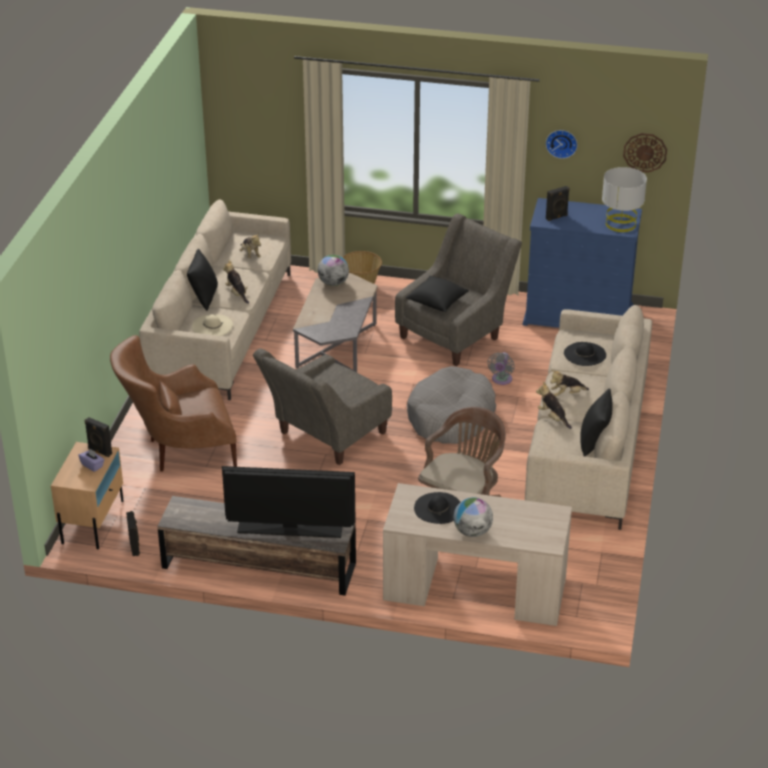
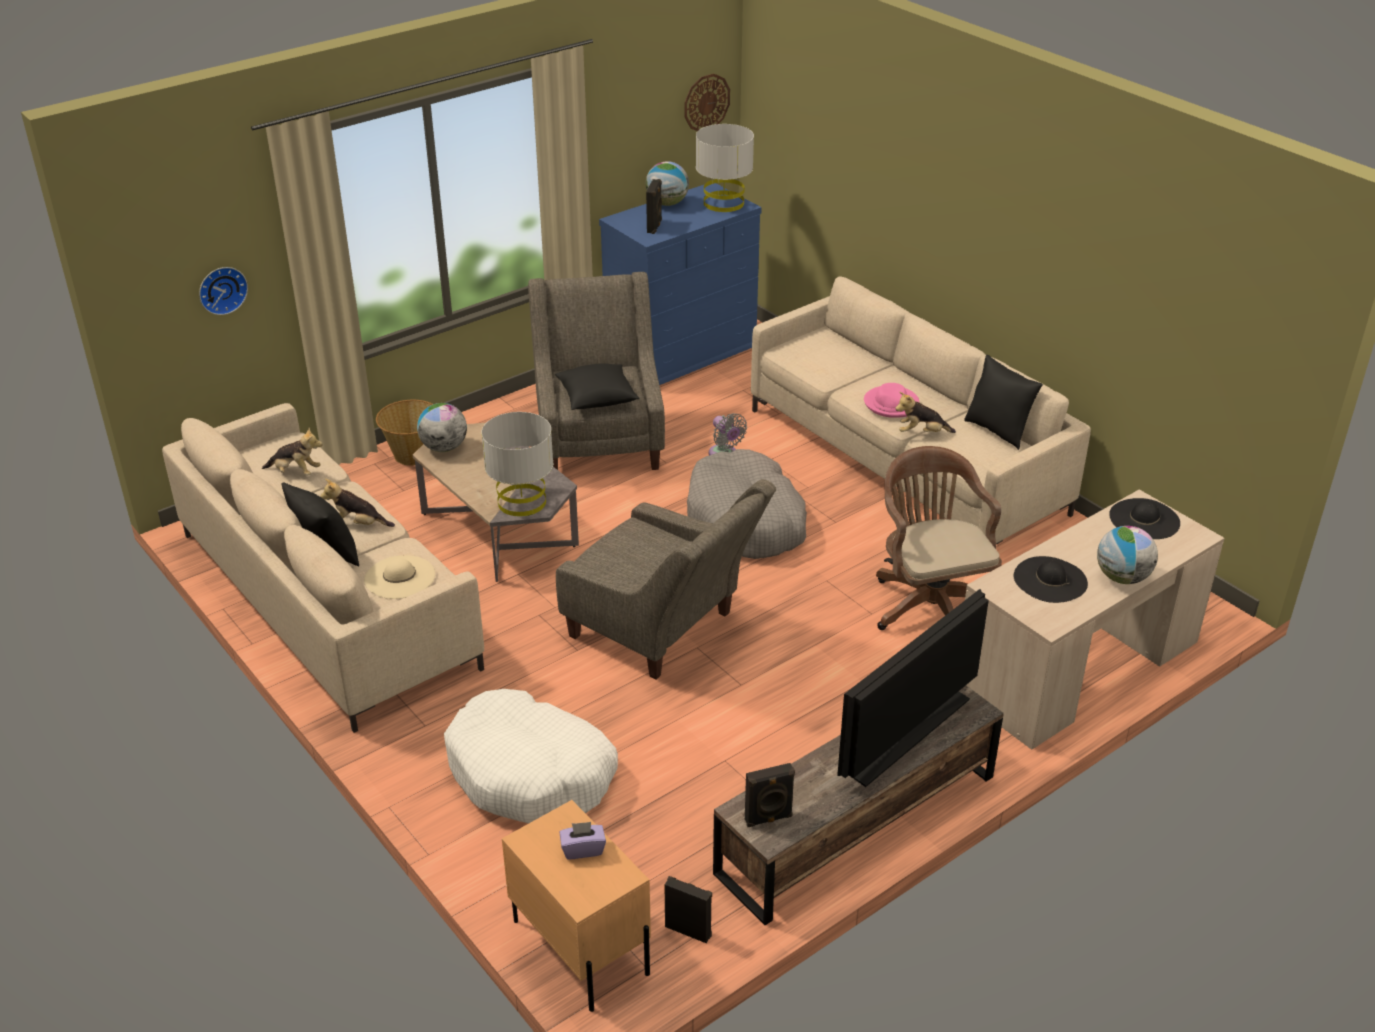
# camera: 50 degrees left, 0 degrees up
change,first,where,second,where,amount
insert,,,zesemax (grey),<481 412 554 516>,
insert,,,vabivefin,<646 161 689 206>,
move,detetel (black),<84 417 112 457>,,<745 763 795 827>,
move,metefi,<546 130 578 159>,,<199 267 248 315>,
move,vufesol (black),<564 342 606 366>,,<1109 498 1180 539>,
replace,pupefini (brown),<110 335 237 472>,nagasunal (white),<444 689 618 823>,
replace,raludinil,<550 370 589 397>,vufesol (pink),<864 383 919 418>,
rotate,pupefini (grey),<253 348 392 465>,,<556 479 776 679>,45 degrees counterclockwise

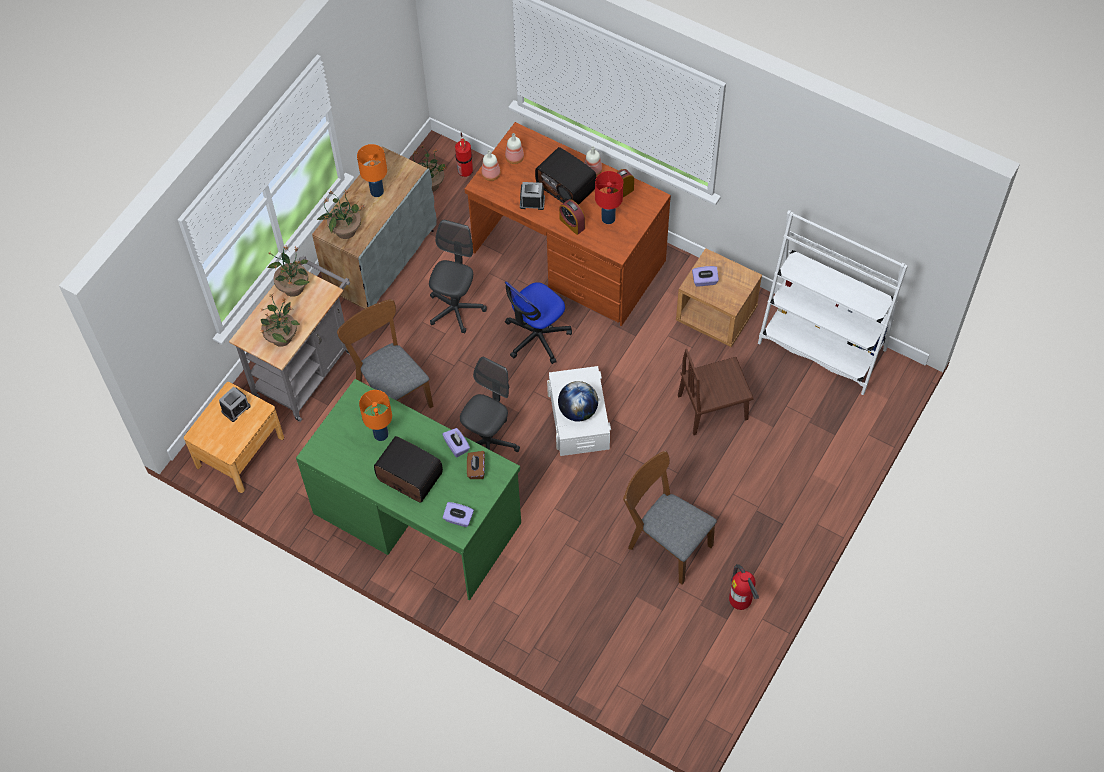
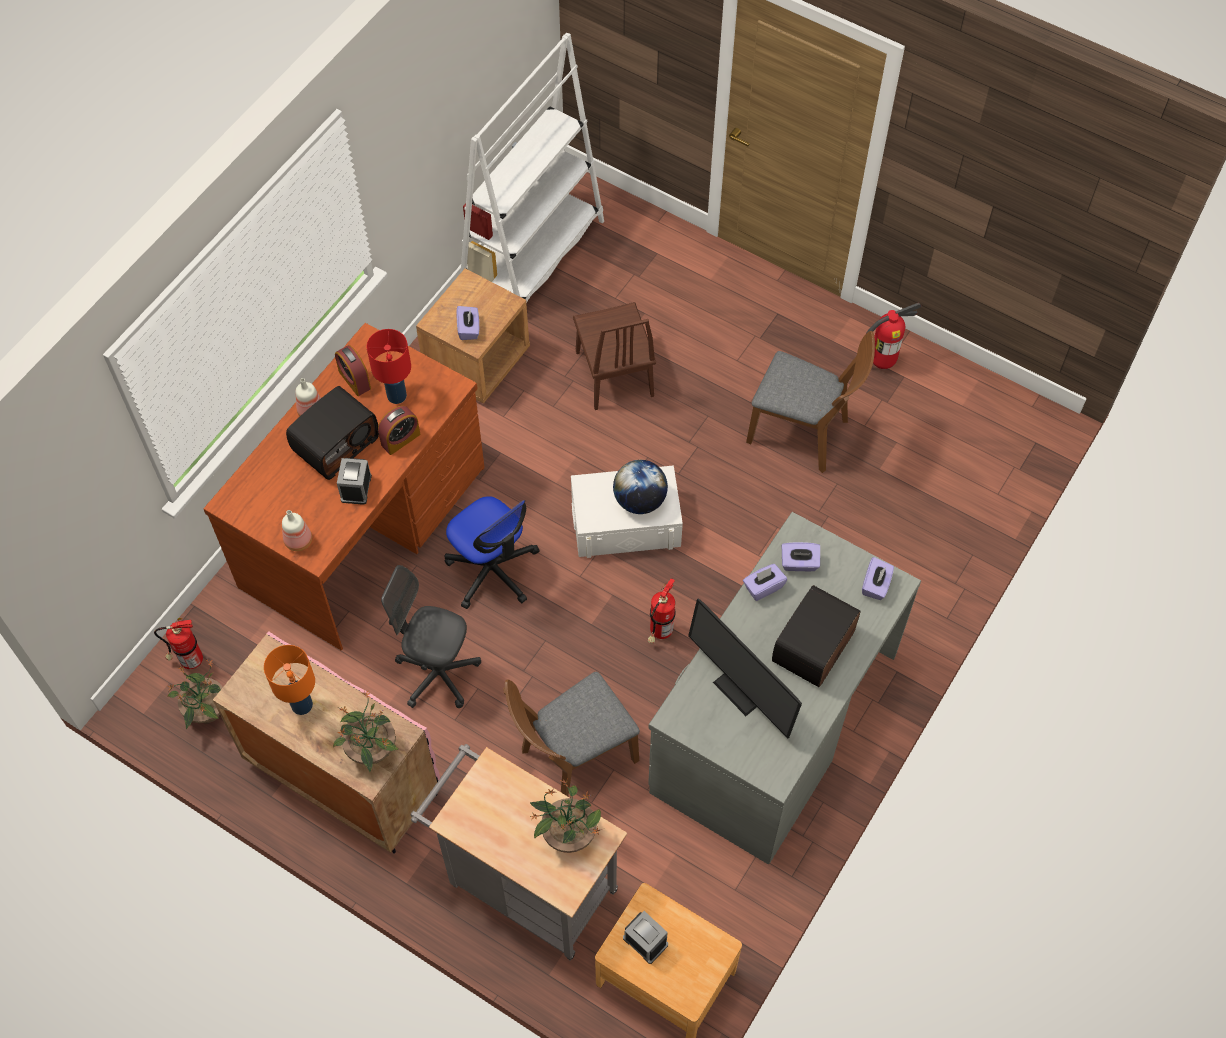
# camera: 90 degrees left, 0 degrees up
change,first,where,second,where,amount
delete,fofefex,<268 246 310 297>,,,
delete,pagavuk,<505 133 524 164>,,,
replace,zesemax (orange),<359 390 392 441>,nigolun,<688 598 802 738>,
replace,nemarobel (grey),<460 357 520 452>,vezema,<648 578 676 644>,
recolor,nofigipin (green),<296 379 521 600>,nofigipin (grey),<648 512 921 864>,
recolor,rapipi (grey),<312 146 437 309>,rapipi (pink),<213 631 440 853>,
recolor,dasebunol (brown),<467 451 485 479>,dasebunol (purple),<782 542 820 571>,
rotate,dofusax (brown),<623 451 717 584>,,<746 331 875 473>,105 degrees counterclockwise

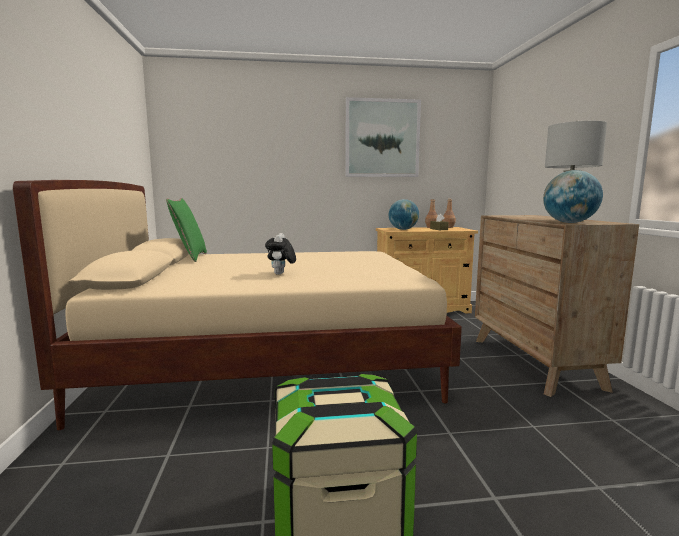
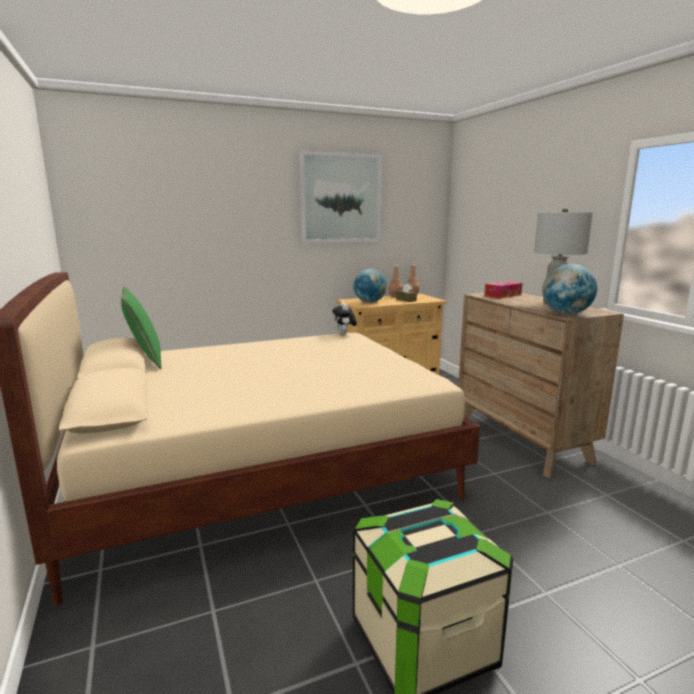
# camera: 15 degrees left, 5 degrees up
change,first,where,second,where,amount
insert,,,dasebunol,<484 281 523 298>,
move,raludinil,<265 233 296 275>,,<332 302 357 335>,

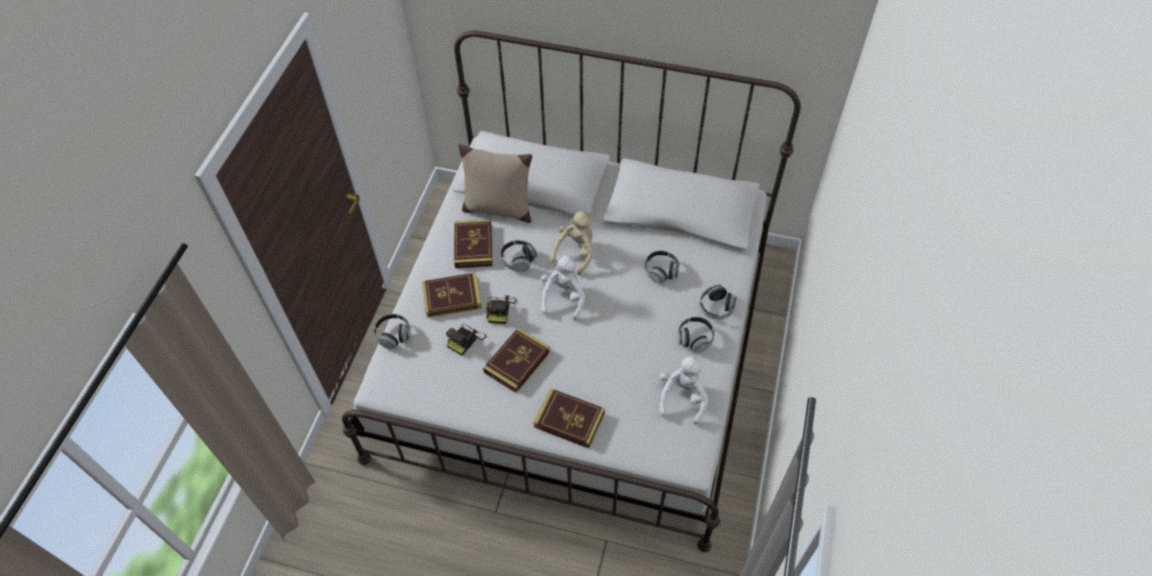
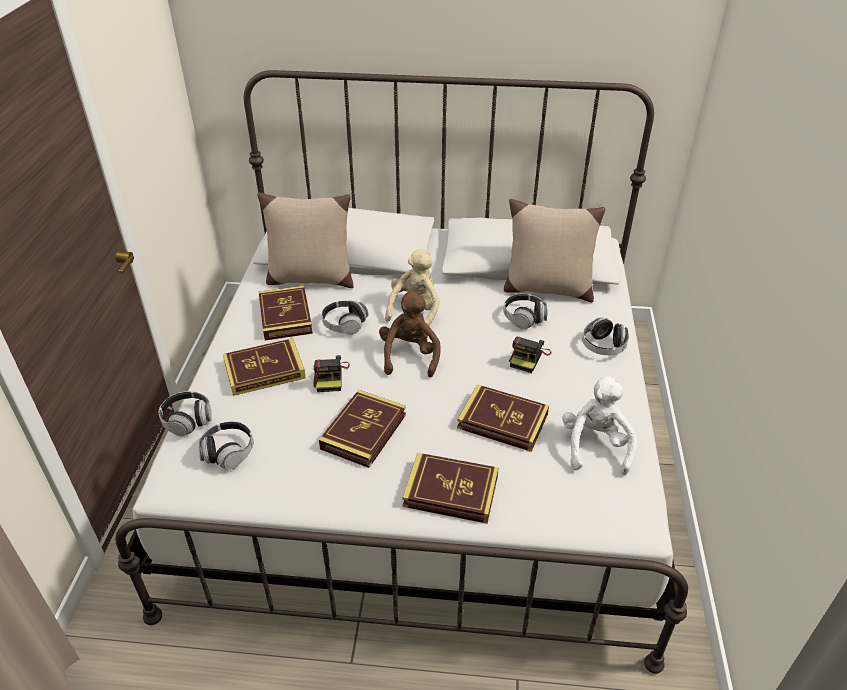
# camera: 10 degrees left, 15 degrees down
change,first,where,second,where,amount
insert,,,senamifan,<457 384 549 452>,
insert,,,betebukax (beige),<504 199 605 303>,
move,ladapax,<446 324 486 356>,,<509 337 552 373>,
move,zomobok,<678 317 715 353>,,<198 421 253 469>,
recolor,raludinil (white),<541 255 585 320>,raludinil (brown),<379 291 441 377>,

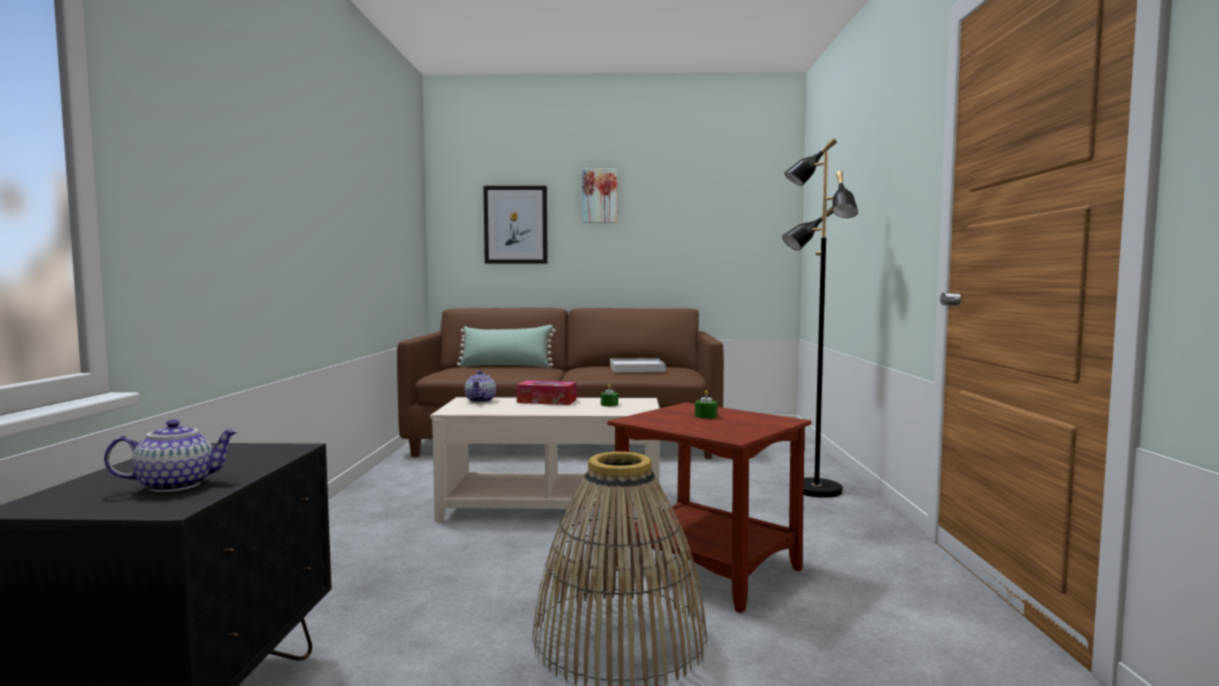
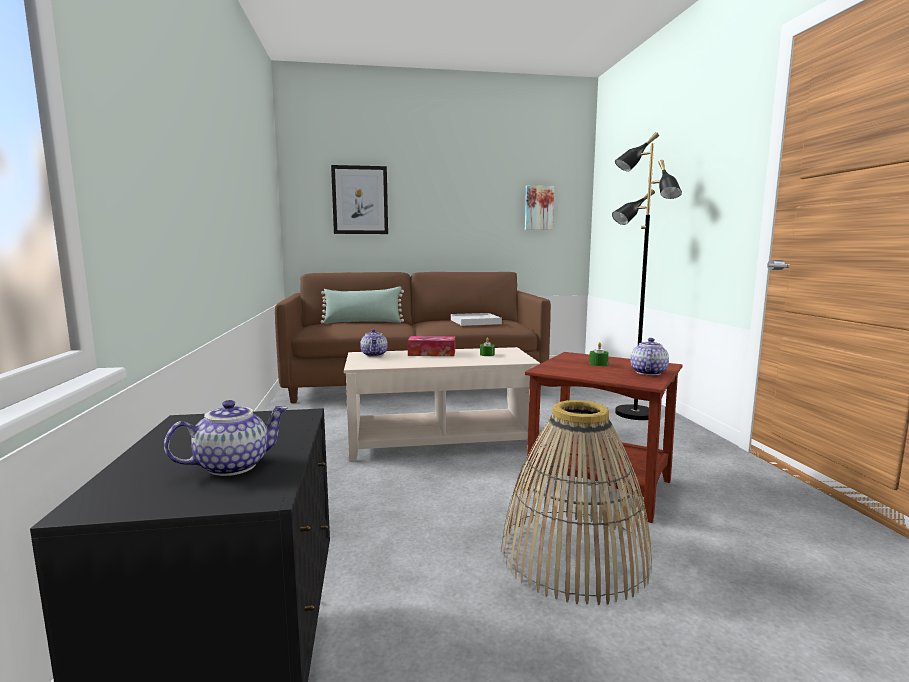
# camera: 10 degrees left, 5 degrees up
change,first,where,second,where,amount
insert,,,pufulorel,<630 338 669 375>,
move,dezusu,<582 169 617 223>,,<525 186 554 230>,

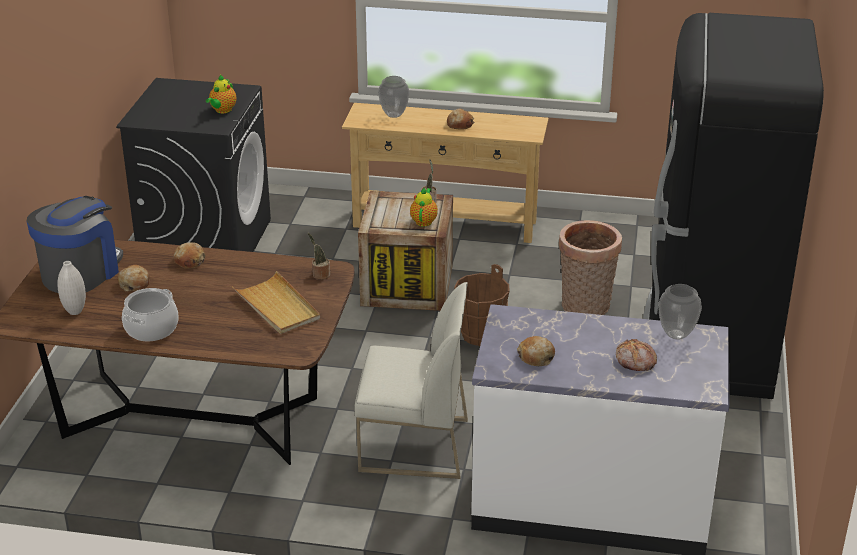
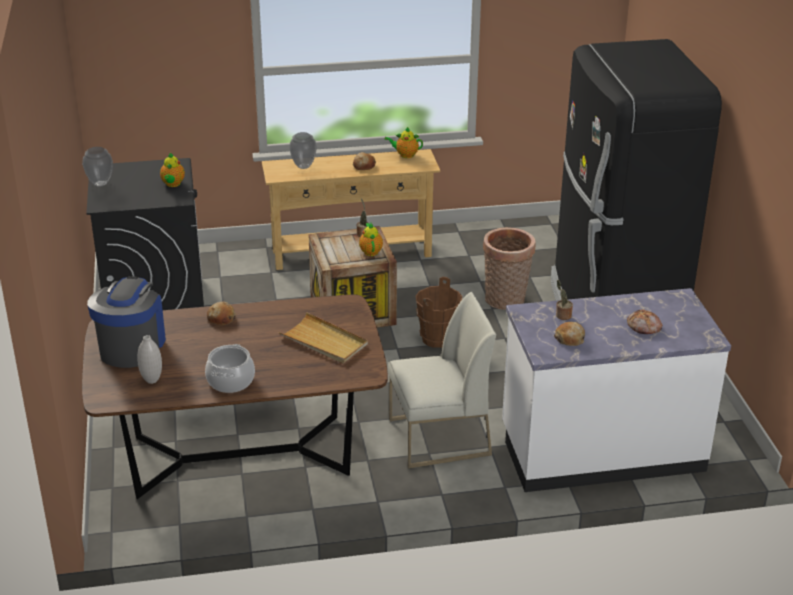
# camera: 20 degrees left, 0 degrees up
change,first,where,second,where,amount
delete,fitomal,<118 265 149 291>,,,
insert,,,pufulorel,<384 127 423 158>,
move,fofefex,<308 233 330 280>,,<556 280 573 320>,
move,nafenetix,<658 284 702 339>,,<82 147 113 187>,

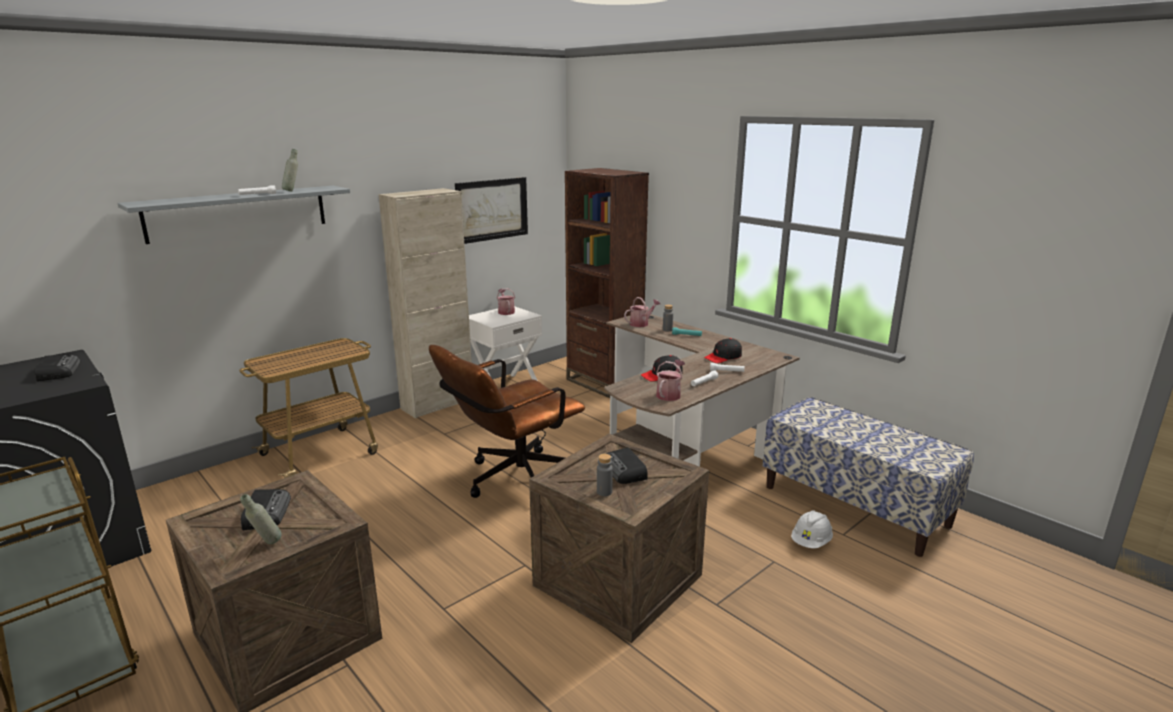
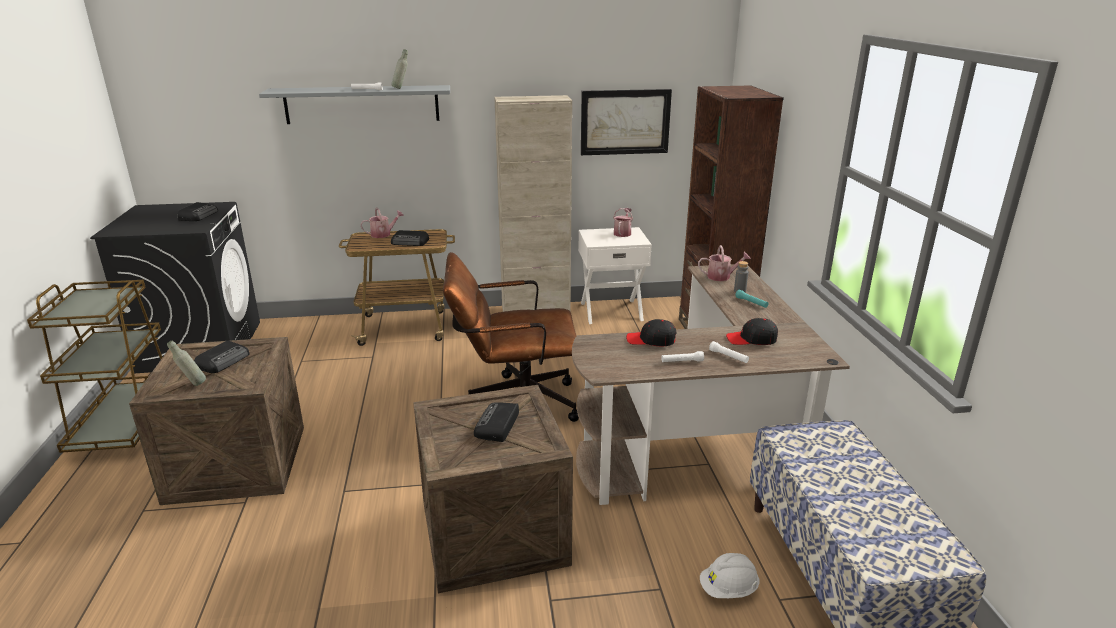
# camera: 35 degrees right, 5 degrees up
change,first,where,second,where,amount
delete,pagavuk (grey),<597 454 613 496>,,,
insert,,,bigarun,<391 230 429 246>,
move,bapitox,<656 360 685 401>,,<360 208 404 238>,

